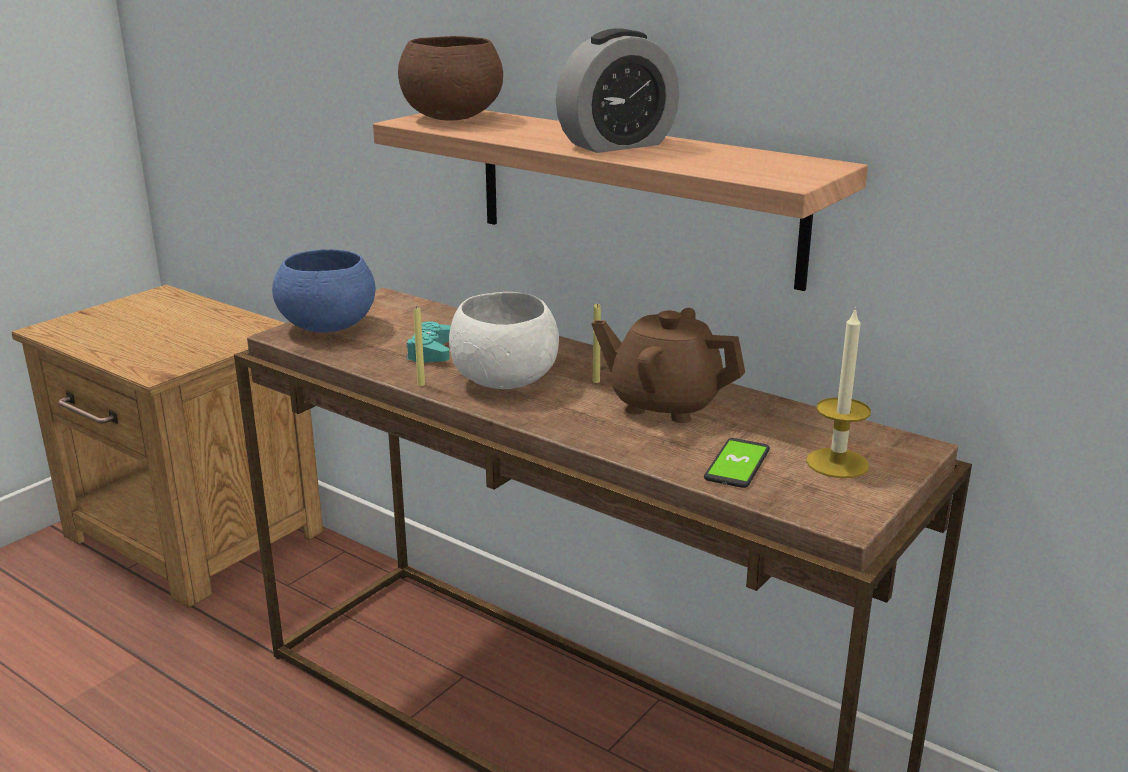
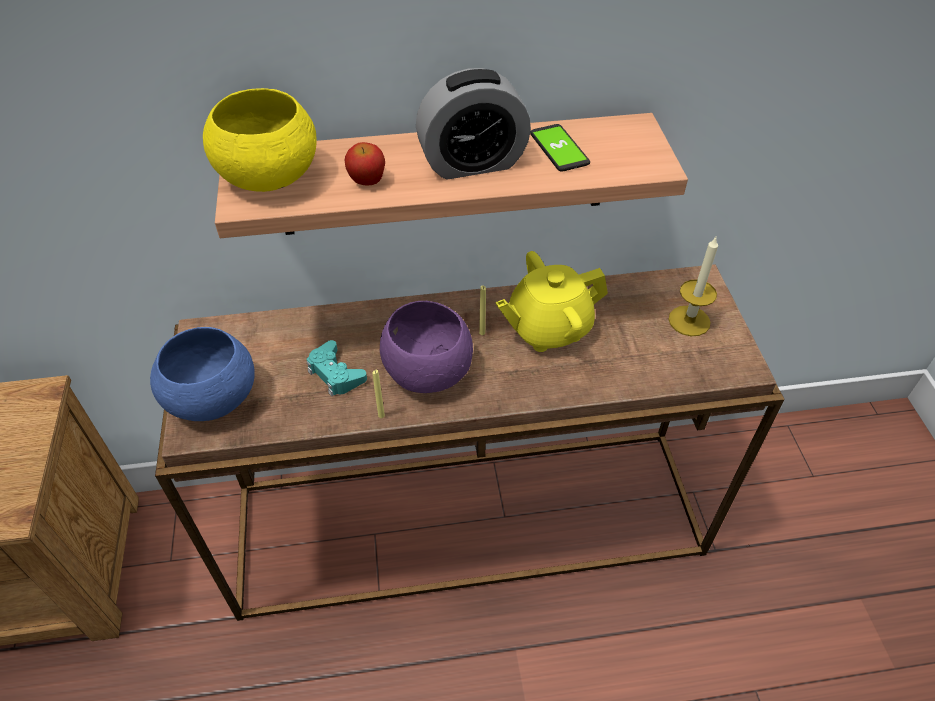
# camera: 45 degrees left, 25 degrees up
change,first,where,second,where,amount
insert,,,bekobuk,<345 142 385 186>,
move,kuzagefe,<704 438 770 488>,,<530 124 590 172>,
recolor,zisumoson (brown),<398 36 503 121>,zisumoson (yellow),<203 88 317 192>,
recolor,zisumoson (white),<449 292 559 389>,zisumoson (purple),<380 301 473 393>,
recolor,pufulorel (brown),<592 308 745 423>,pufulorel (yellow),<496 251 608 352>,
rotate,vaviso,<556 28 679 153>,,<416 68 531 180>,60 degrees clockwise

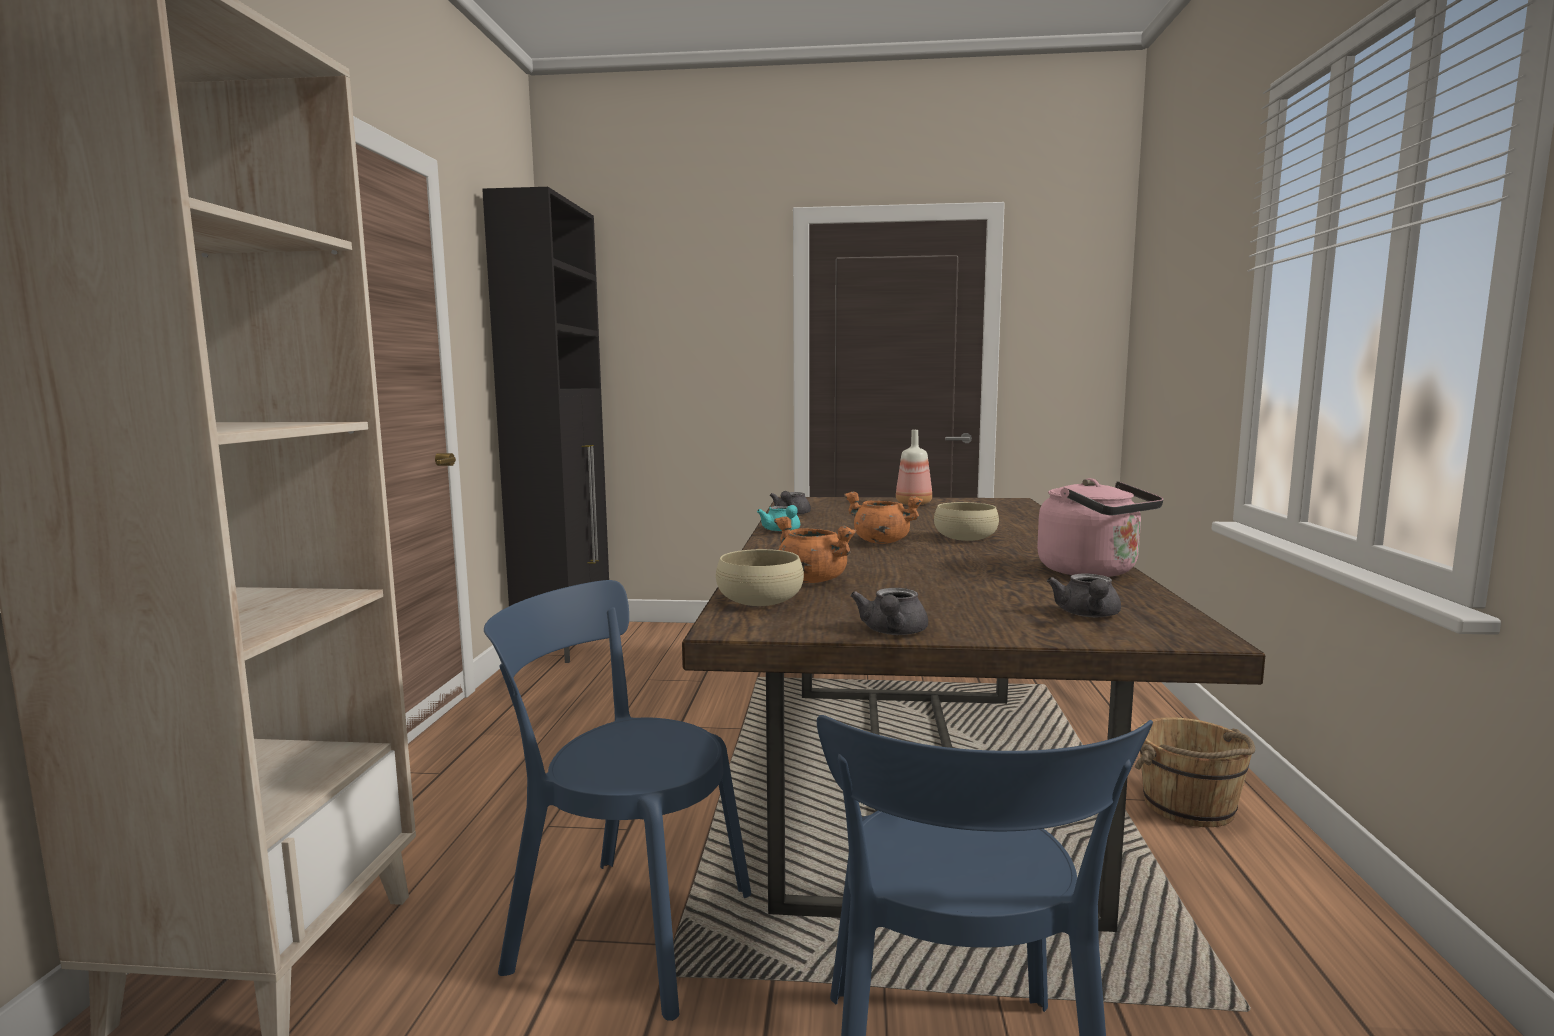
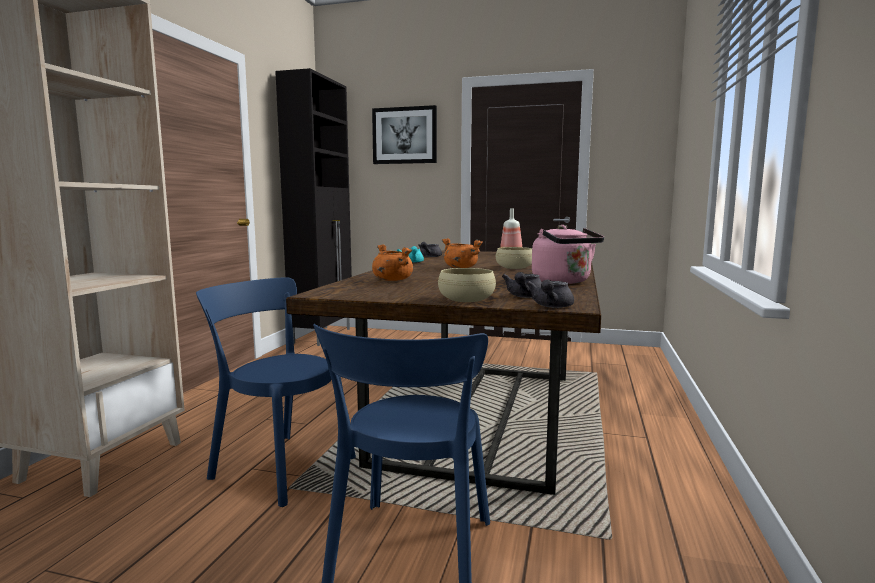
# camera: 10 degrees right, 0 degrees up
change,first,where,second,where,amount
delete,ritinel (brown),<1134 717 1255 827>,,,
insert,,,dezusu,<372 105 437 164>,
move,zisumoson (beige),<716 549 804 606>,,<438 268 496 302>,
move,pufulorel (grey),<850 588 928 635>,,<526 280 574 308>,

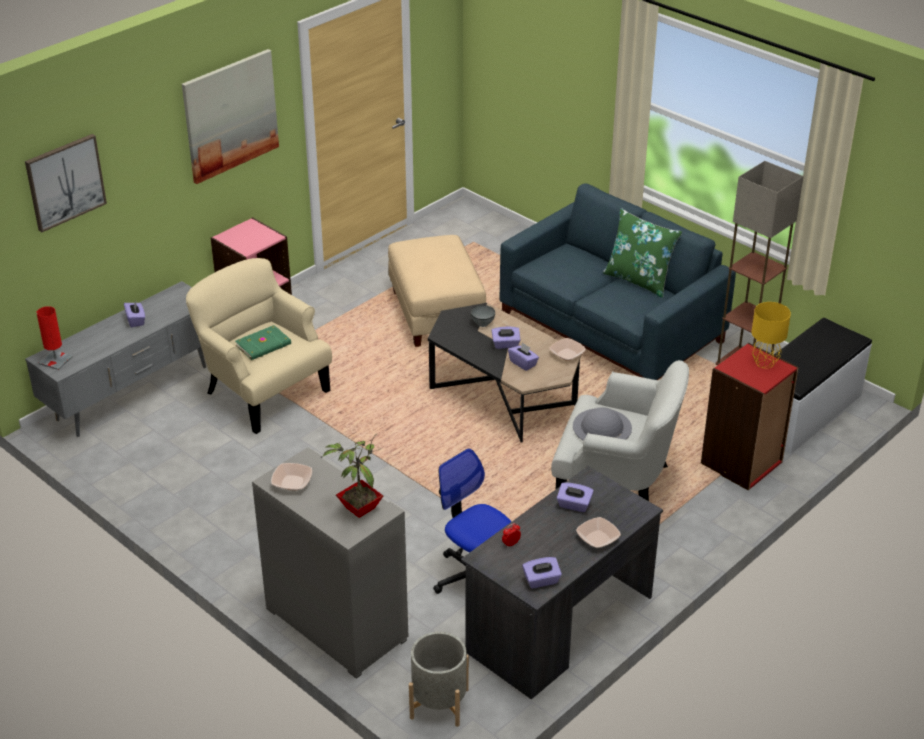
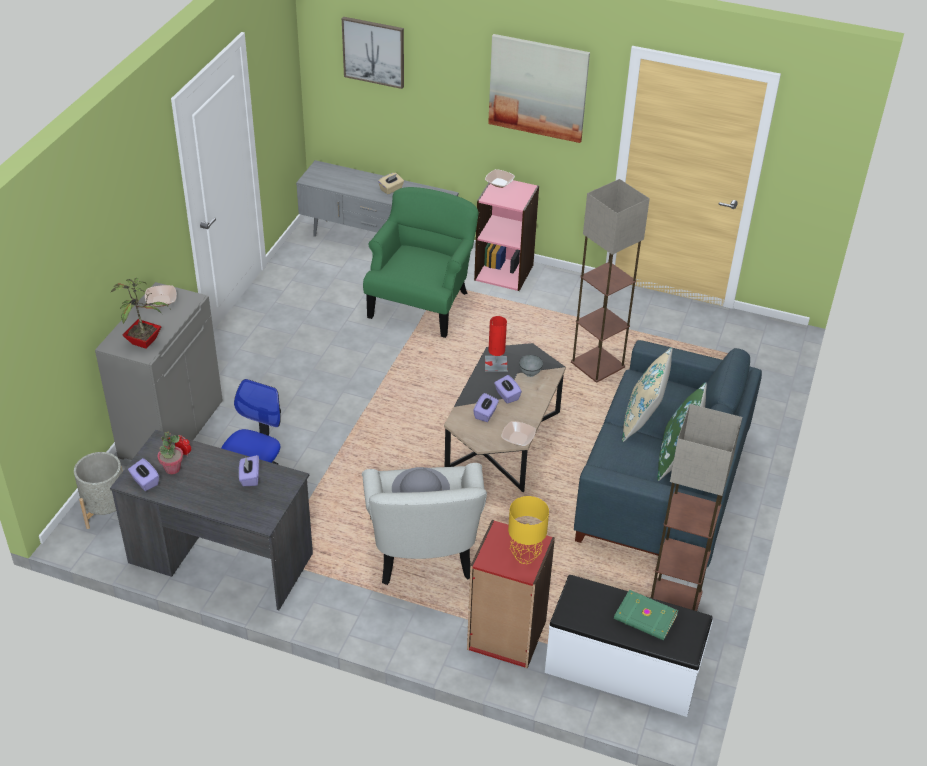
# camera: 65 degrees right, 5 degrees up
change,first,where,second,where,amount
insert,,,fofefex,<157 431 184 474>,
insert,,,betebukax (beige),<622 347 673 442>,
move,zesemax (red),<36 306 73 370>,,<485 316 507 372>,
move,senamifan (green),<235 325 291 360>,,<614 590 678 641>,
move,zisumoson,<576 517 621 548>,,<485 169 515 188>,
replace,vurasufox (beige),<388 235 486 347>,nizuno,<571 179 650 382>,
recolor,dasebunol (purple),<124 300 145 327>,dasebunol (beige),<378 173 404 195>,
recolor,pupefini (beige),<186 258 332 434>,pupefini (green),<363 187 478 338>,

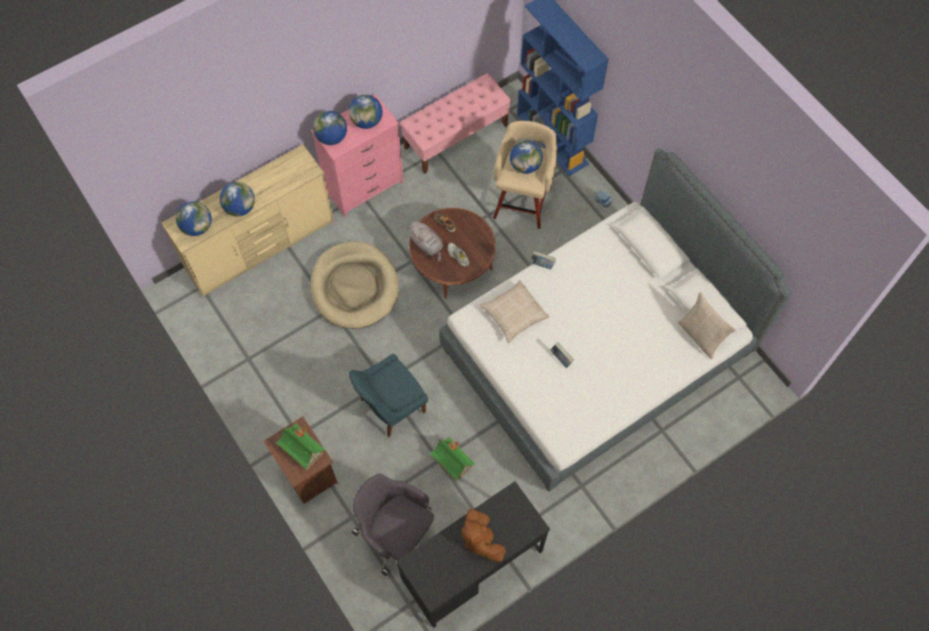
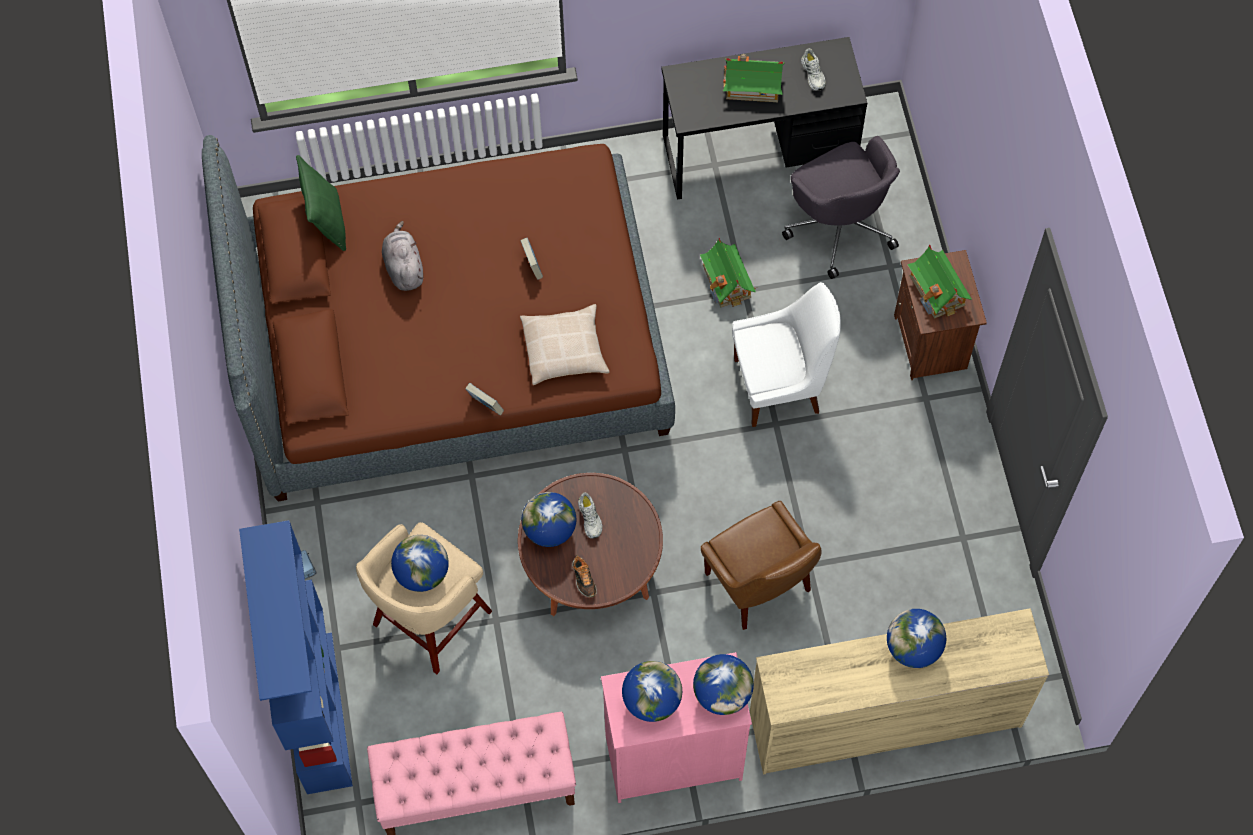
# camera: 155 degrees left, 0 degrees up
change,first,where,second,where,amount
insert,,,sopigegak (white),<801 48 826 91>,
move,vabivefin,<176 201 212 236>,,<522 492 576 547>,
move,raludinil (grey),<407 221 444 262>,,<382 221 424 291>,
replace,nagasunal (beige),<311 241 399 329>,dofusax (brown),<701 501 822 630>,
replace,raludinil (brown),<462 509 506 562>,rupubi,<723 54 785 102>,
recolor,dofusax (blue),<349 354 428 437>,dofusax (white),<732 282 841 427>,
recolor,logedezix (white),<439 149 791 491>,logedezix (brown),<202 135 675 501>,
recolor,betebukax (beige),<678 292 736 359>,betebukax (green),<296 155 346 251>,

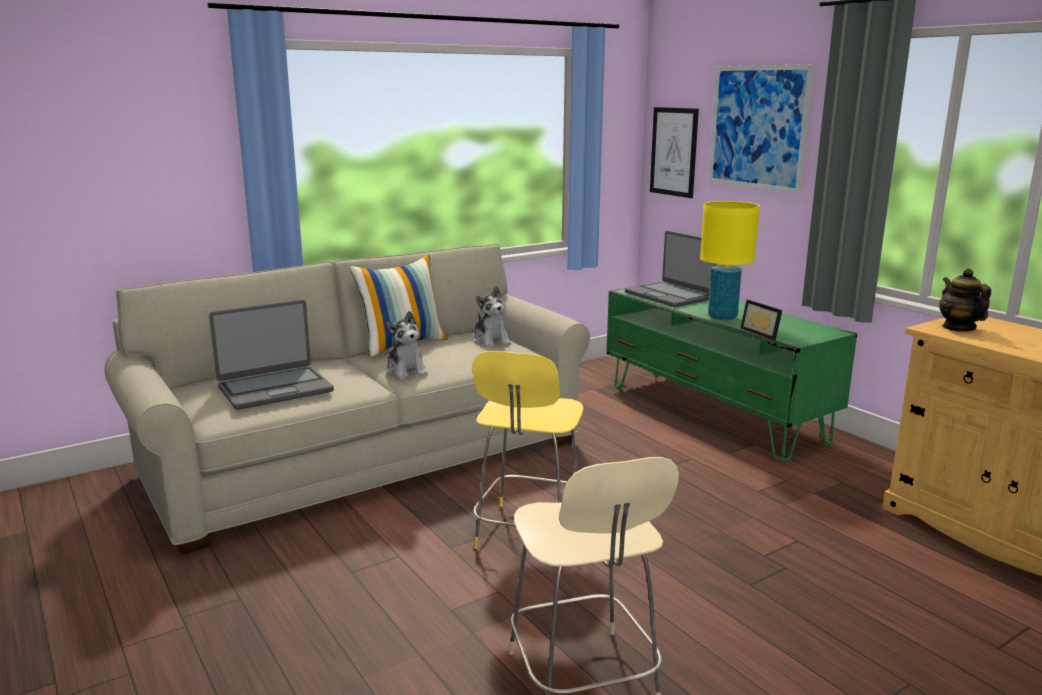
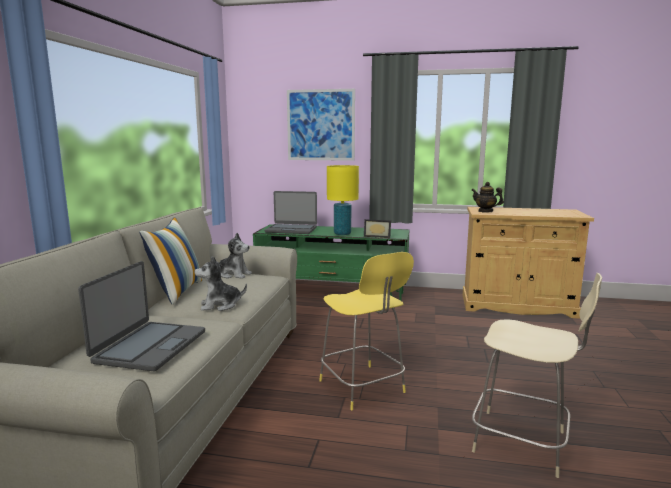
# camera: 45 degrees left, 5 degrees down
change,first,where,second,where,amount
delete,dezusu,<650 107 699 198>,,,
rotate,raludinil,<386 311 428 380>,,<194 257 247 311>,150 degrees clockwise

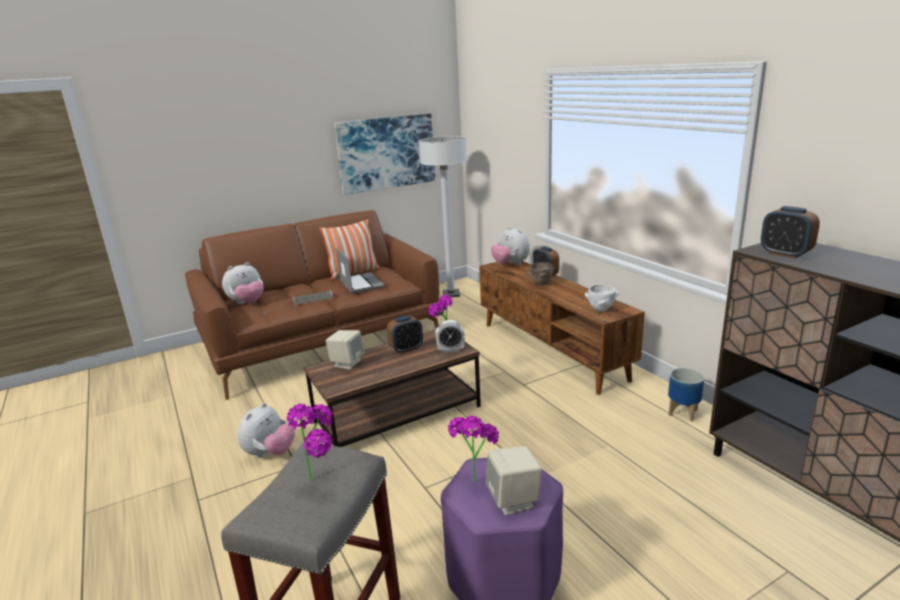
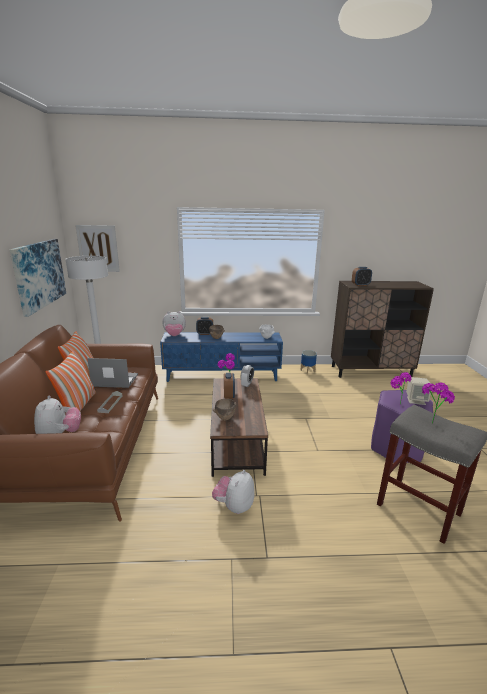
# camera: 65 degrees left, 0 degrees up
change,first,where,second,where,amount
insert,,,betebukax,<46 351 96 411>,
insert,,,dezusu,<75 225 120 272>,
replace,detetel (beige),<326 330 365 370>,zisumoson (brown),<212 399 236 420>,
recolor,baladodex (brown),<479 261 645 395>,baladodex (blue),<160 332 283 382>,
rotate,raludinil,<238 403 295 458>,,<212 470 254 514>,120 degrees counterclockwise

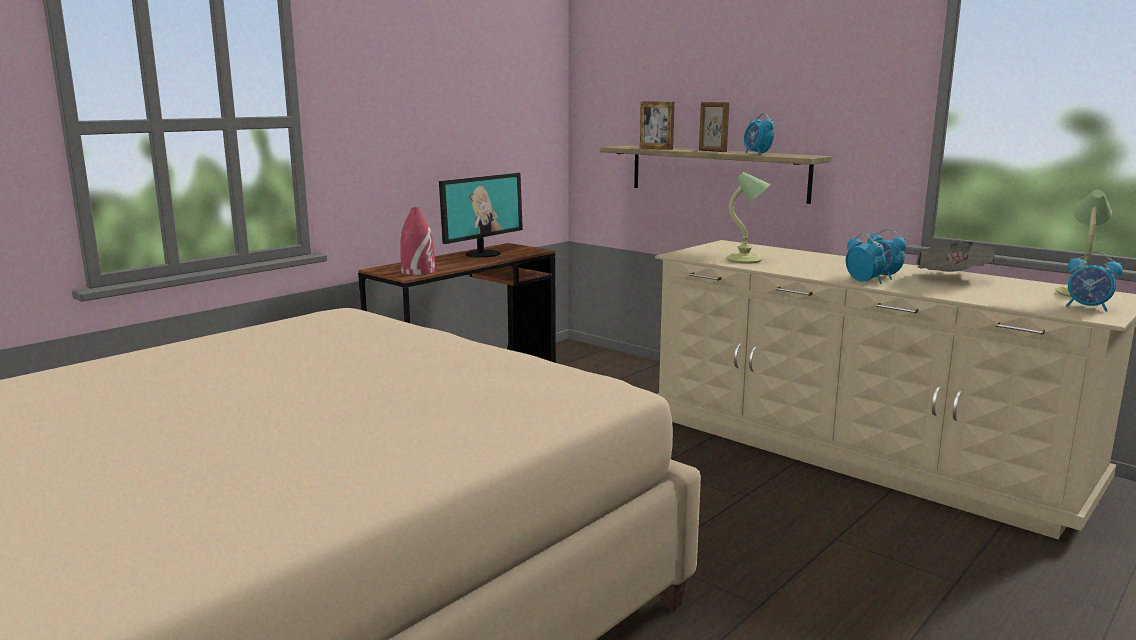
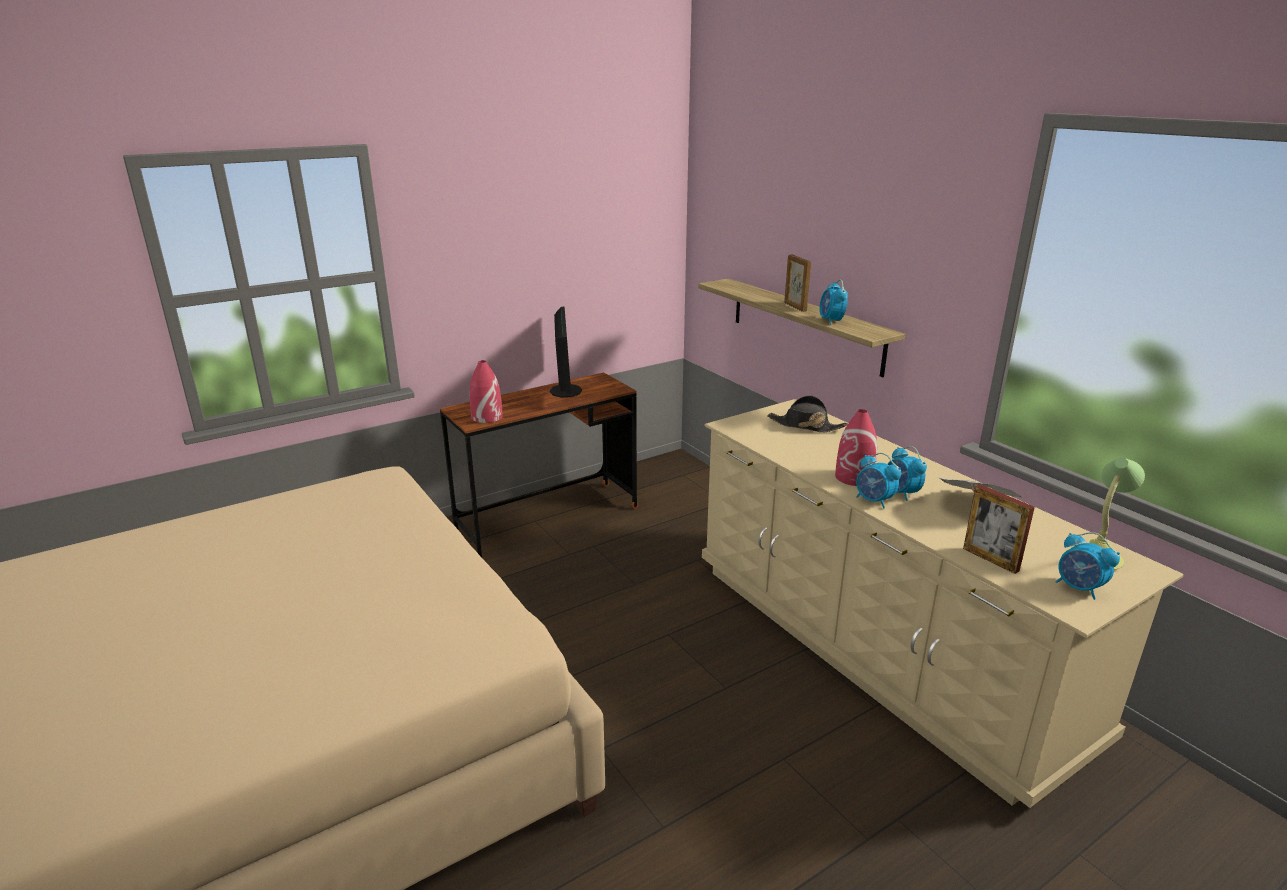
# camera: 15 degrees right, 10 degrees up
change,first,where,second,where,amount
delete,zesemax,<726 172 771 264>,,,
insert,,,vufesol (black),<768 396 848 432>,
insert,,,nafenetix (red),<835 409 877 486>,
move,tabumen,<640 101 675 150>,,<963 485 1035 574>,
rotate,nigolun,<439 173 523 258>,,<550 307 582 398>,60 degrees counterclockwise
rotate,vaviso,<846 233 886 284>,,<856 453 901 509>,150 degrees clockwise

